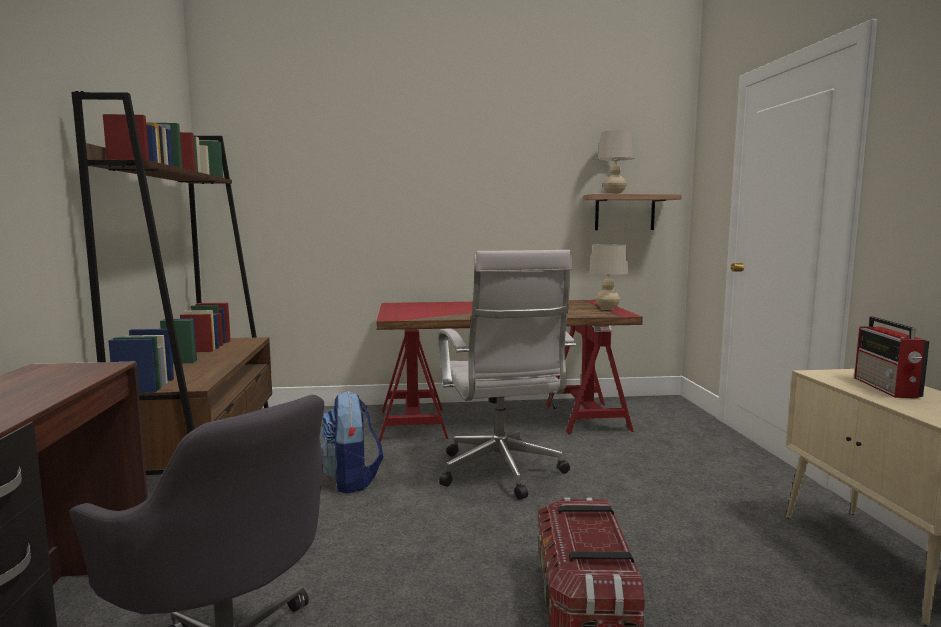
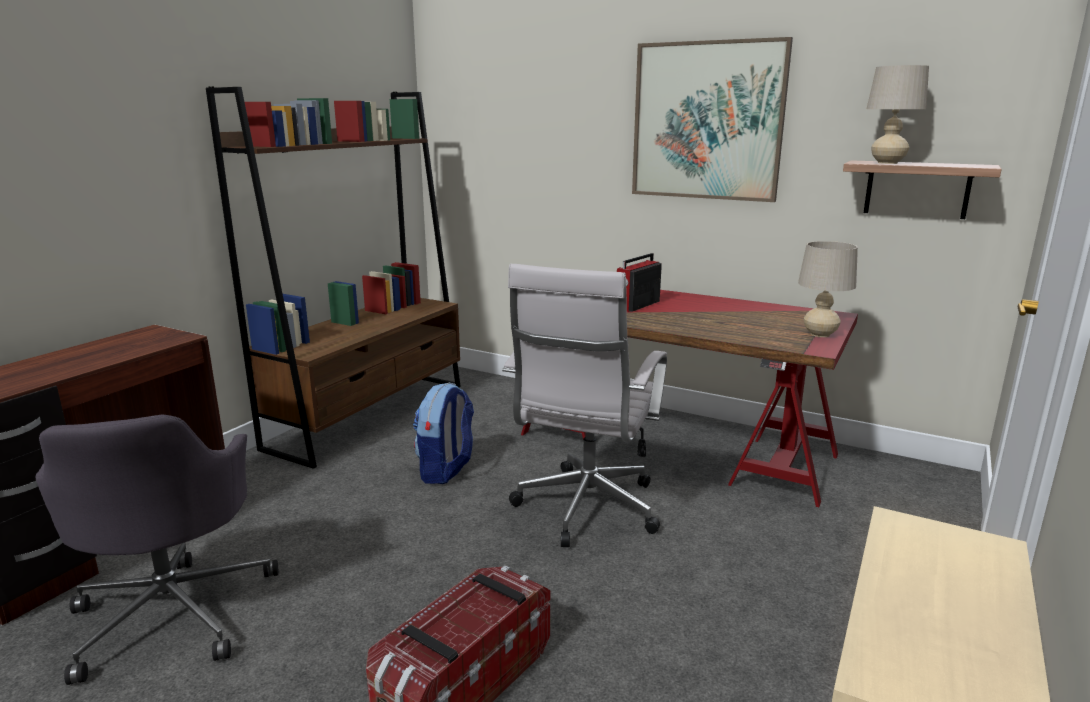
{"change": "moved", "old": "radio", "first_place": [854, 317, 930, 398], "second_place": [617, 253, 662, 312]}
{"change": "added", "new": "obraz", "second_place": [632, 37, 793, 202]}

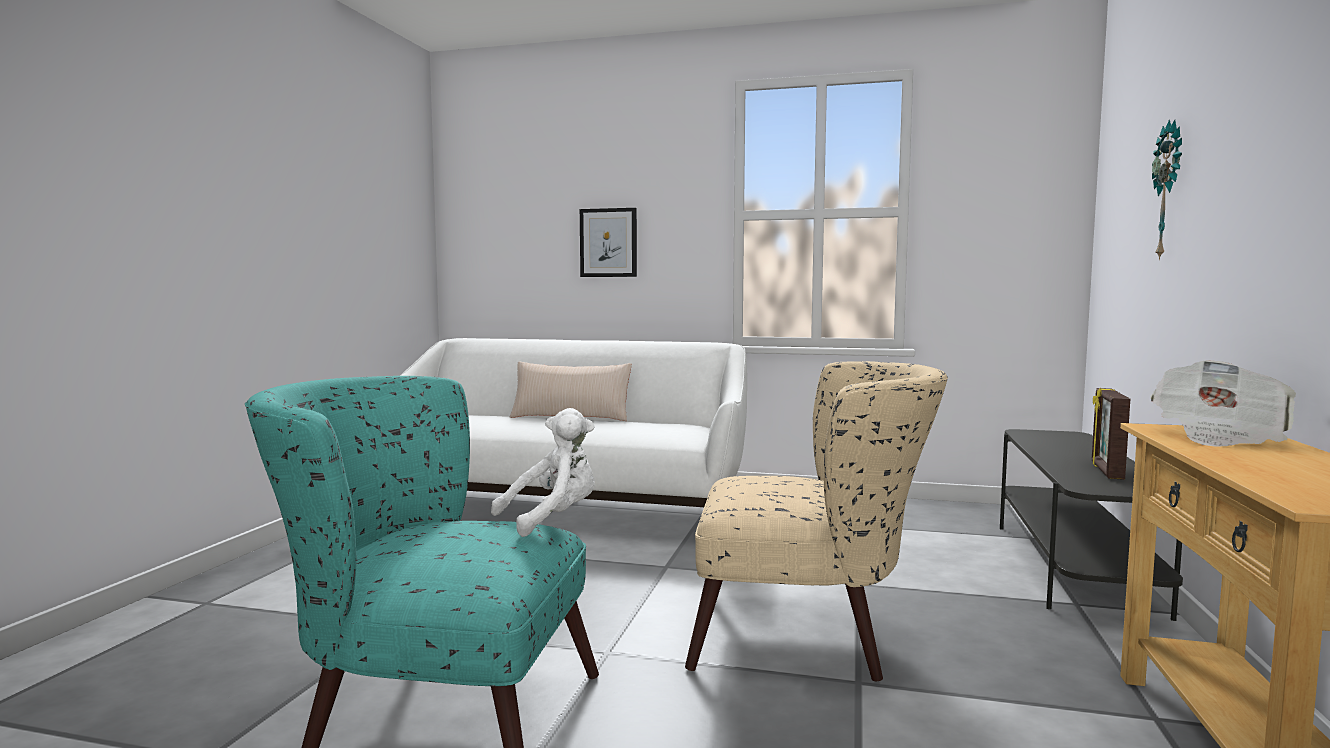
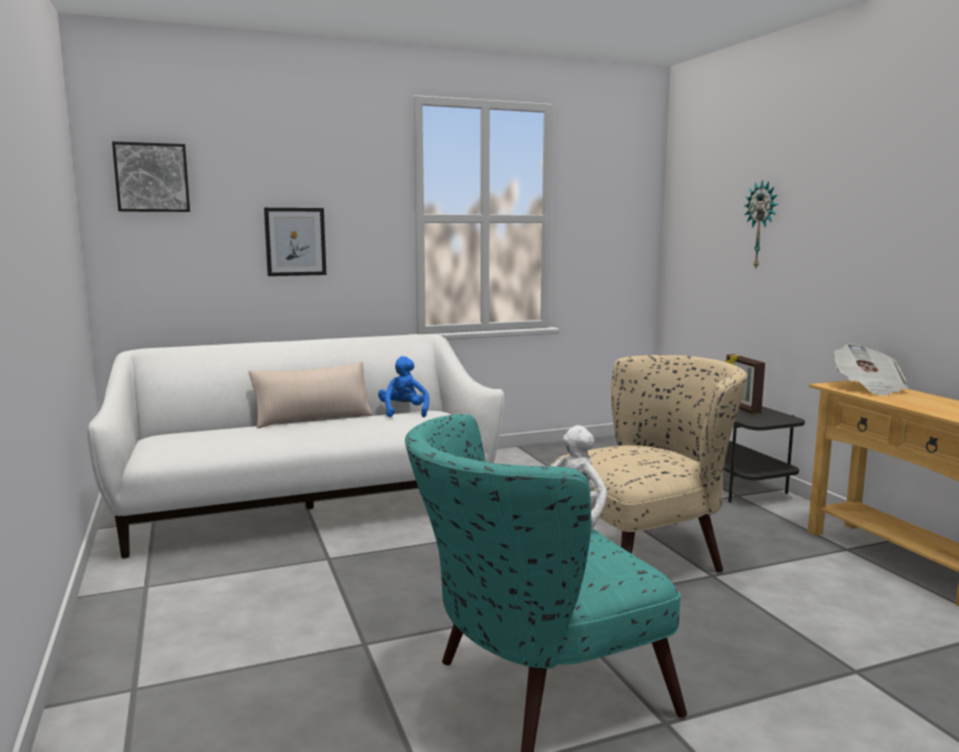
{"change": "added", "new": "obraz", "second_place": [112, 141, 190, 212]}
{"change": "added", "new": "pluszak [niebieski]", "second_place": [378, 356, 429, 417]}

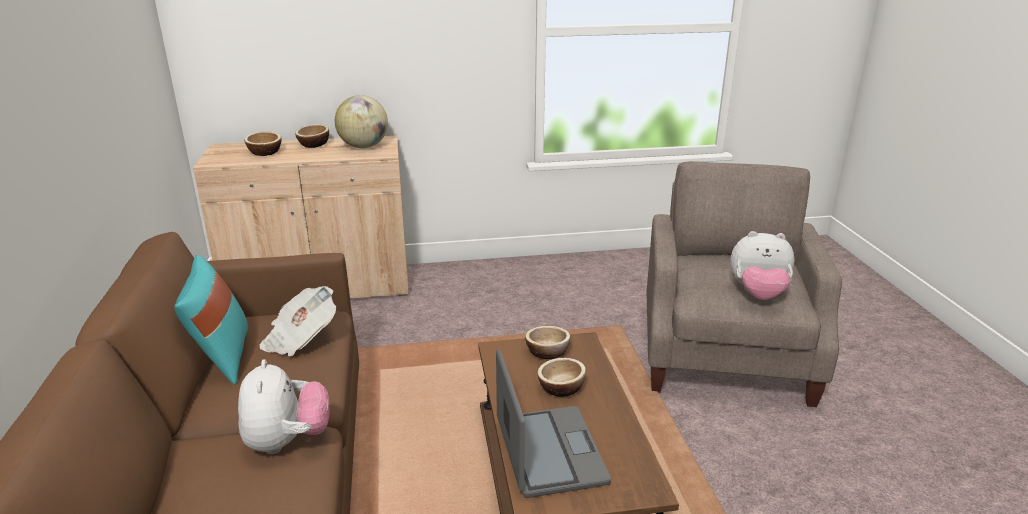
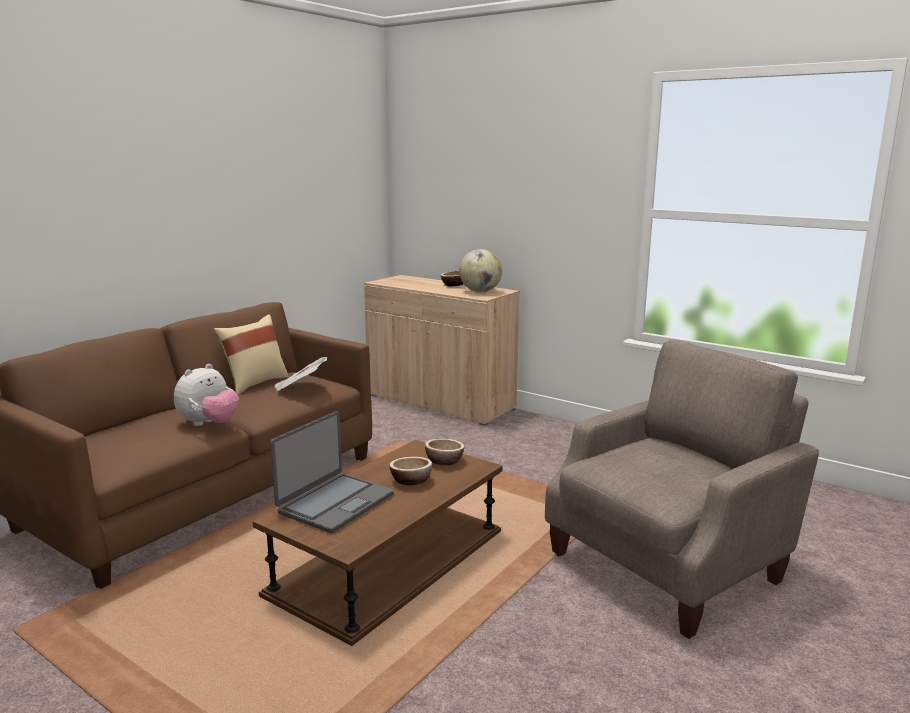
{"change": "recoloured", "old": "poduszka [turkusowy]", "new": "poduszka [beżowy]", "first_place": [174, 255, 248, 385], "second_place": [214, 314, 289, 395]}
{"change": "removed", "old": "miska", "first_place": [244, 131, 281, 156]}
{"change": "removed", "old": "pluszak", "first_place": [730, 231, 795, 300]}

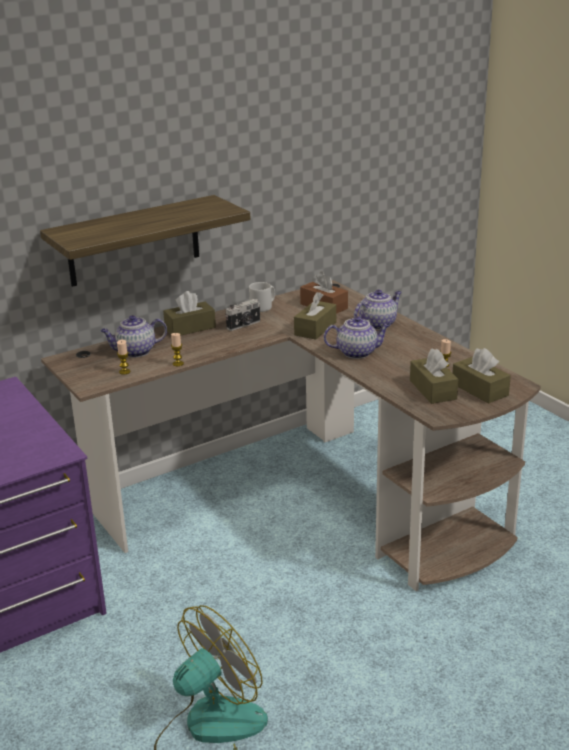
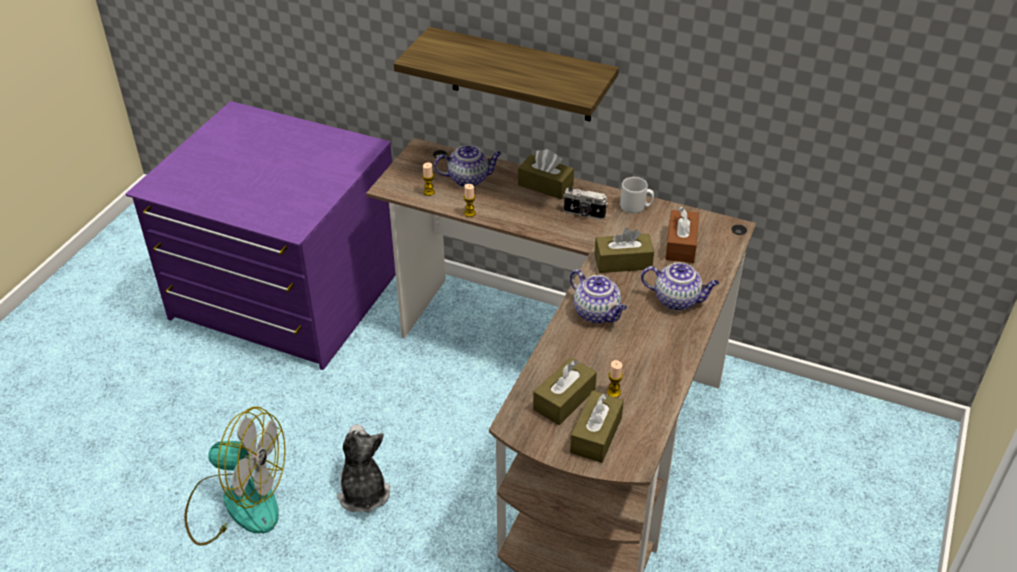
{"change": "added", "new": "pluszak", "second_place": [337, 424, 390, 513]}
{"change": "turned", "old": "imbryk", "first_place": [100, 315, 167, 358], "second_place": [434, 145, 502, 187], "degrees": 135}

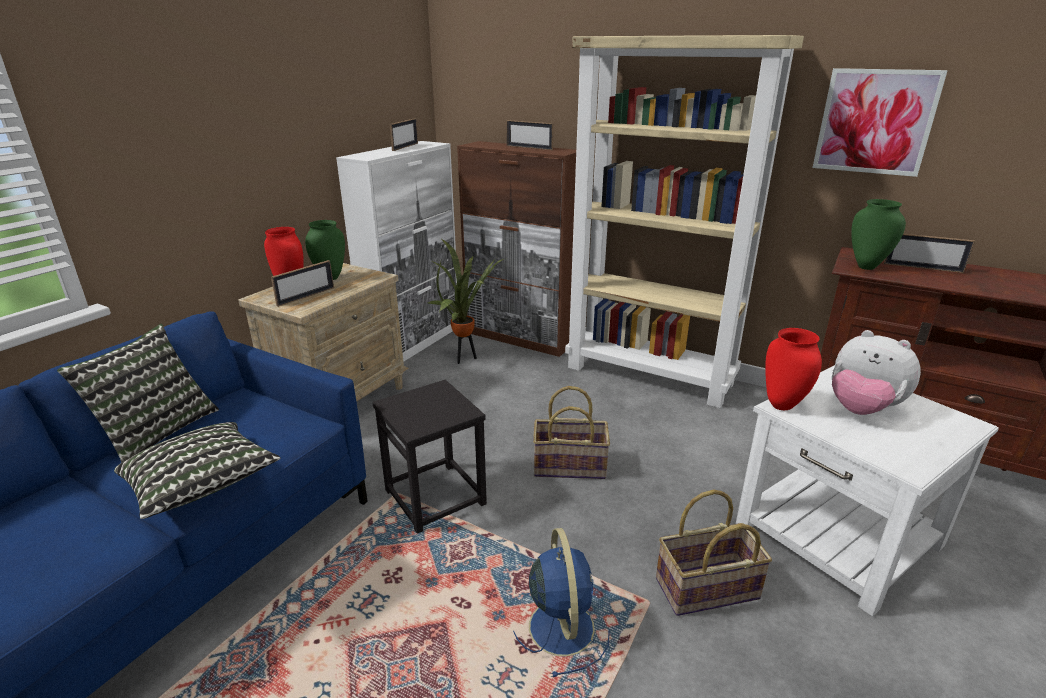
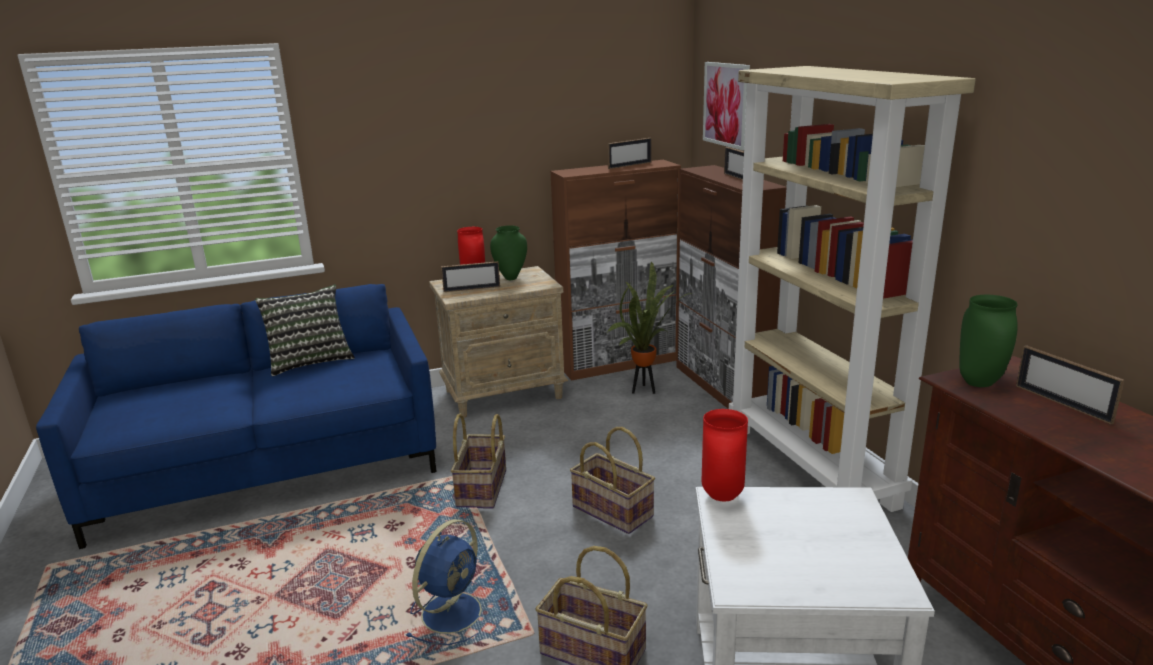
{"change": "replaced", "old": "stołek [czarny]", "new": "koszyk", "first_place": [372, 380, 487, 534], "second_place": [451, 413, 506, 509]}
{"change": "recoloured", "old": "szafka [biały]", "new": "szafka [brązowy]", "first_place": [336, 141, 457, 362], "second_place": [550, 160, 681, 381]}
{"change": "moved", "old": "obraz", "first_place": [812, 68, 948, 177], "second_place": [703, 62, 750, 151]}
{"change": "removed", "old": "poduszka", "first_place": [114, 422, 281, 519]}
{"change": "removed", "old": "pluszak", "first_place": [832, 330, 921, 415]}

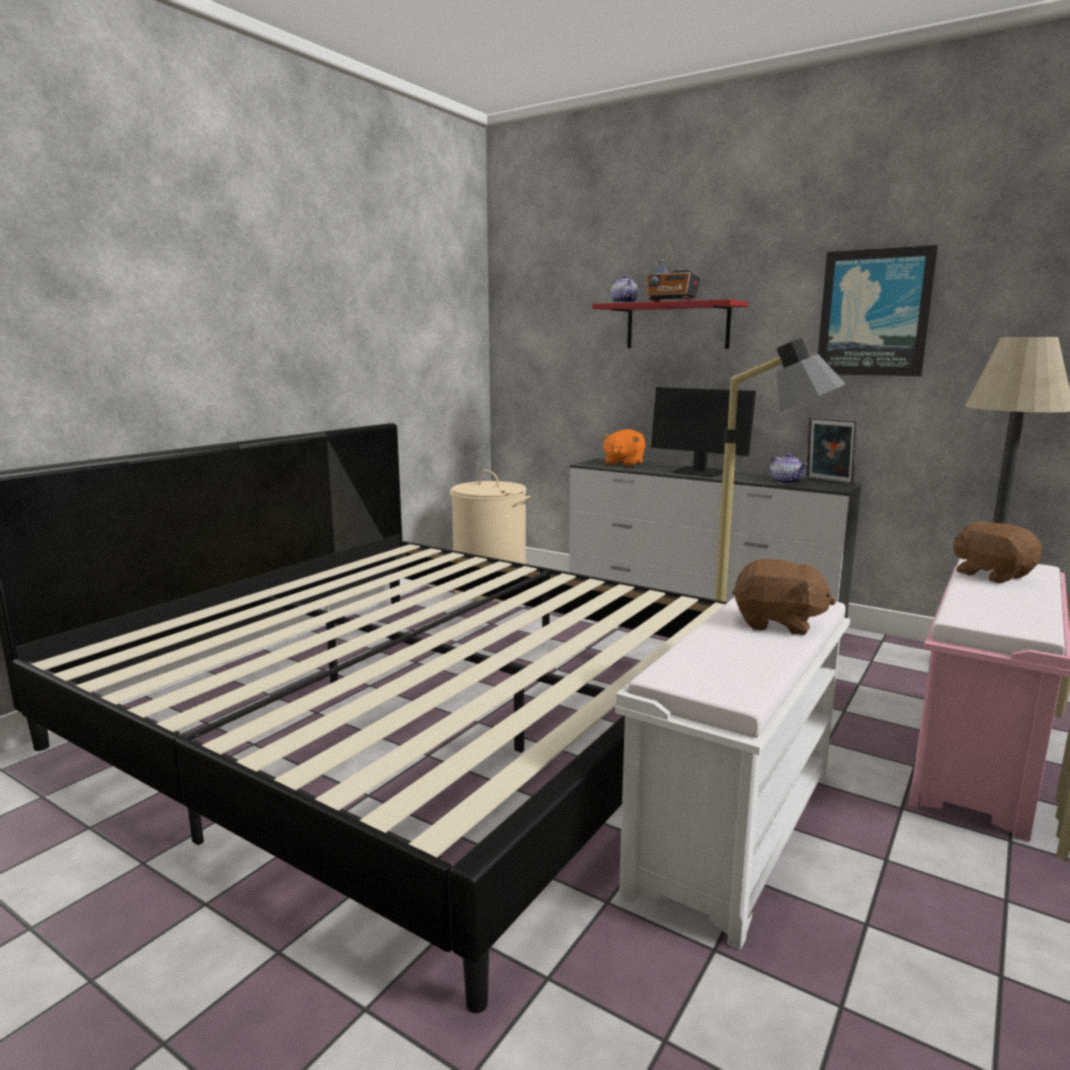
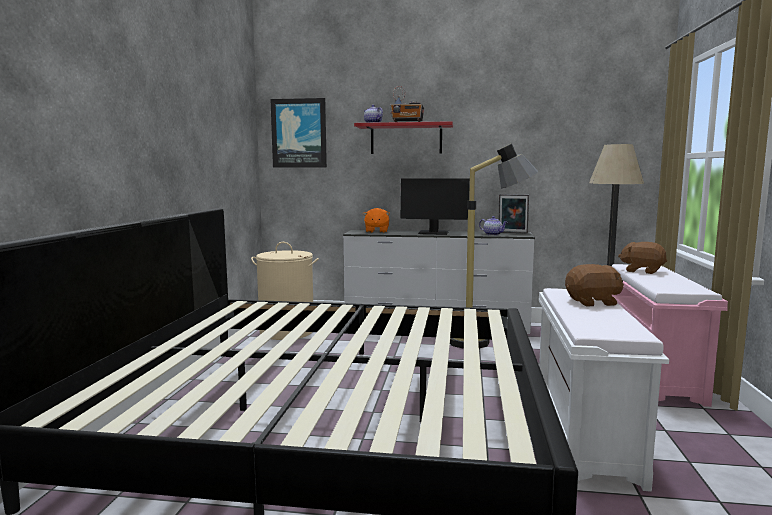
{"change": "moved", "old": "obraz", "first_place": [818, 245, 938, 376], "second_place": [270, 98, 327, 168]}

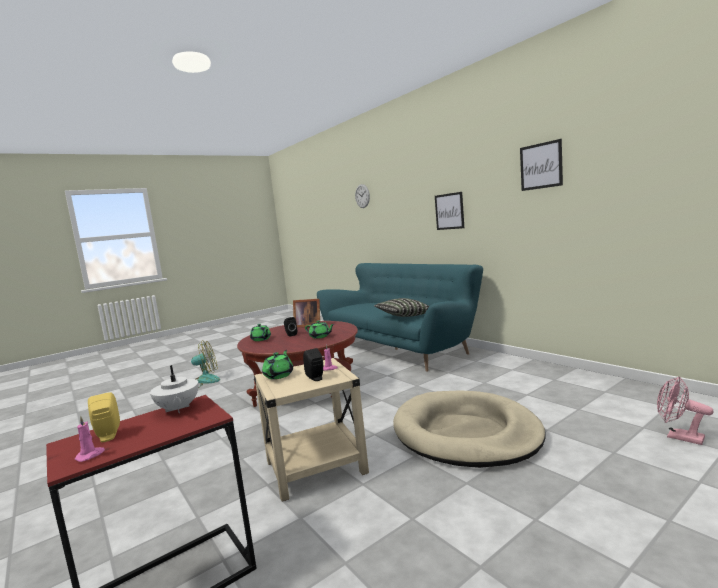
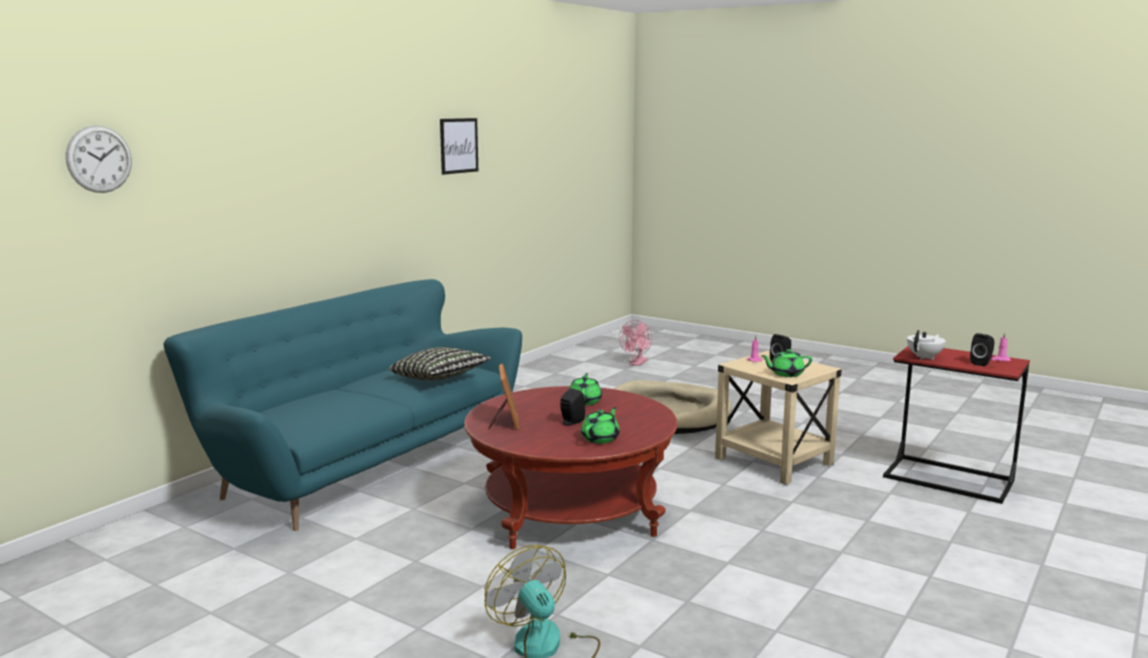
{"change": "recoloured", "old": "głośnik [żółty]", "new": "głośnik [czarny]", "first_place": [88, 392, 120, 442], "second_place": [970, 333, 994, 366]}
{"change": "removed", "old": "obraz", "first_place": [435, 192, 464, 230]}

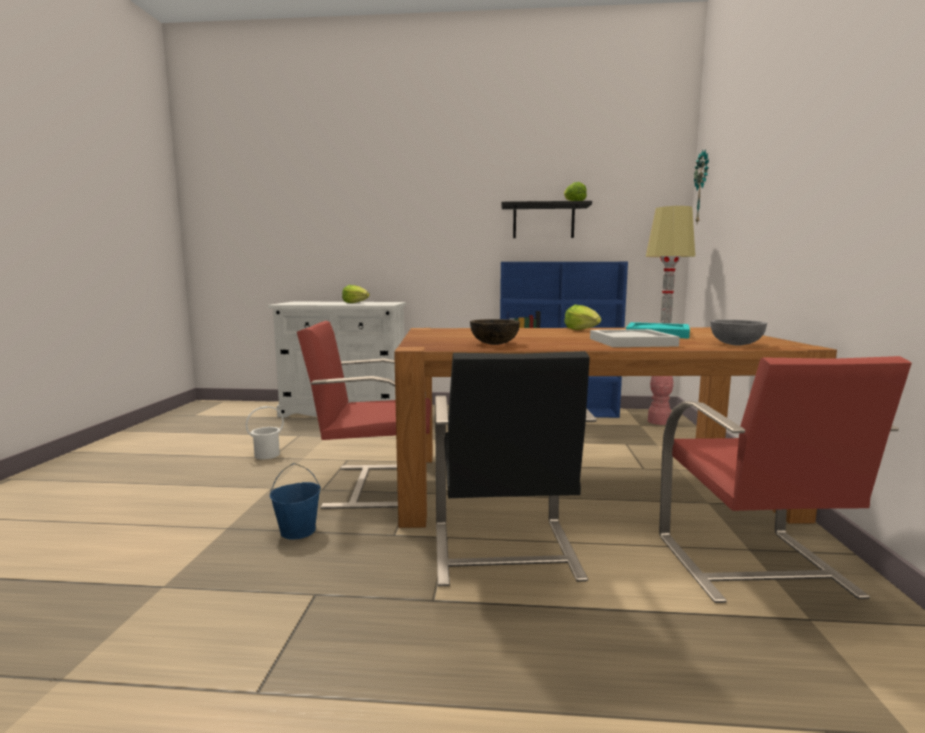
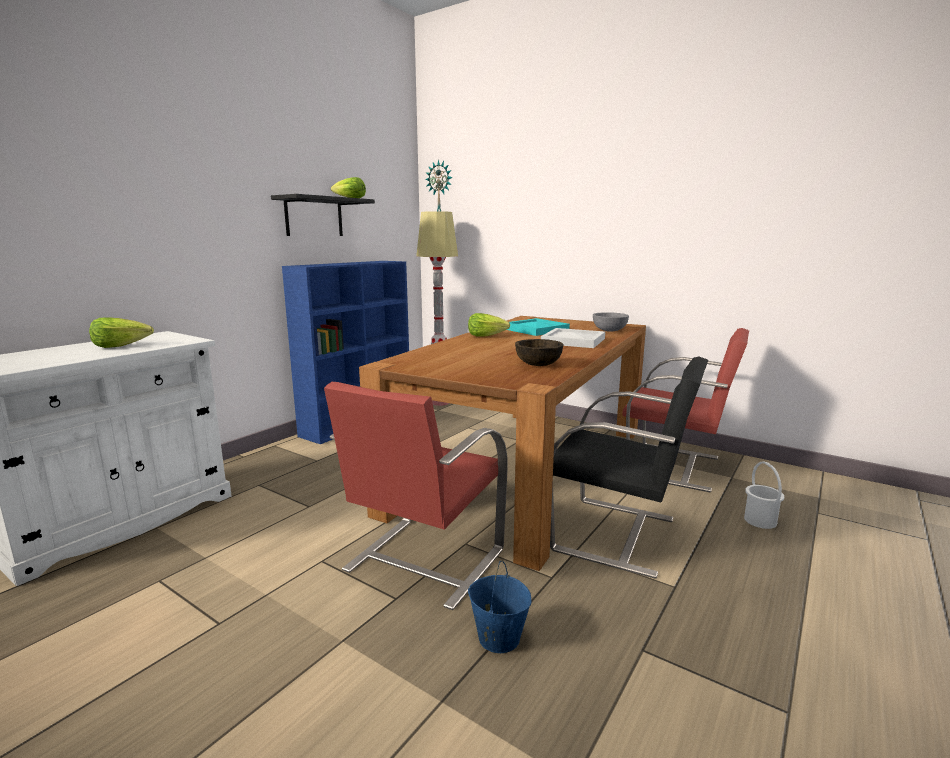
{"change": "moved", "old": "wiadro [biały]", "first_place": [246, 406, 284, 459], "second_place": [744, 461, 784, 529]}

